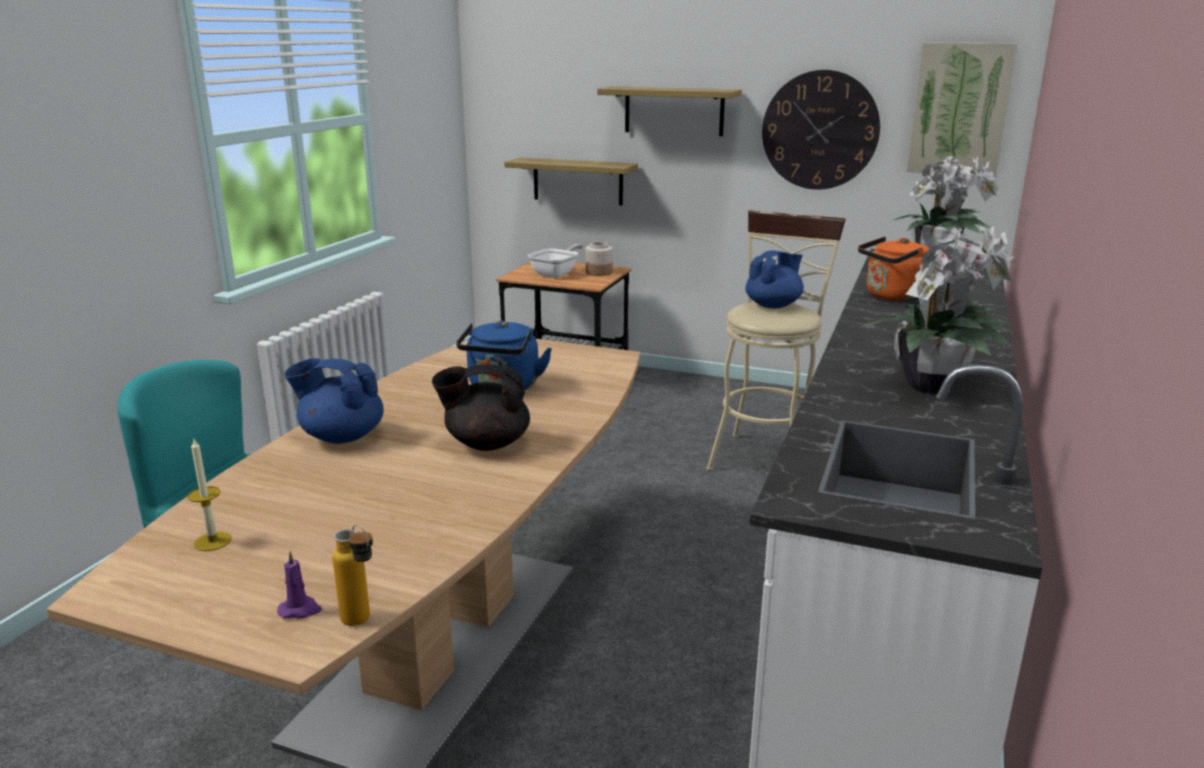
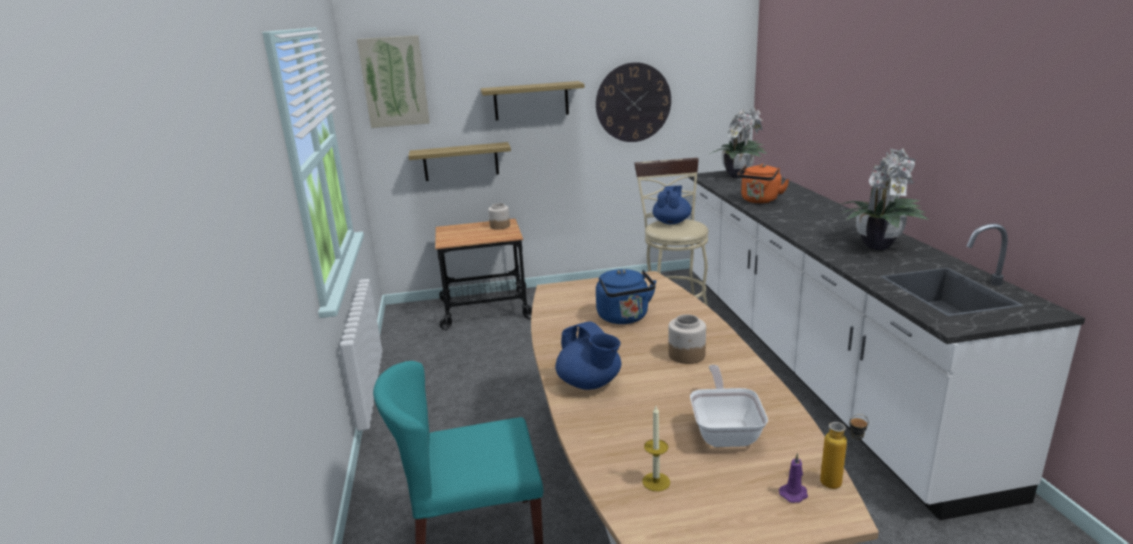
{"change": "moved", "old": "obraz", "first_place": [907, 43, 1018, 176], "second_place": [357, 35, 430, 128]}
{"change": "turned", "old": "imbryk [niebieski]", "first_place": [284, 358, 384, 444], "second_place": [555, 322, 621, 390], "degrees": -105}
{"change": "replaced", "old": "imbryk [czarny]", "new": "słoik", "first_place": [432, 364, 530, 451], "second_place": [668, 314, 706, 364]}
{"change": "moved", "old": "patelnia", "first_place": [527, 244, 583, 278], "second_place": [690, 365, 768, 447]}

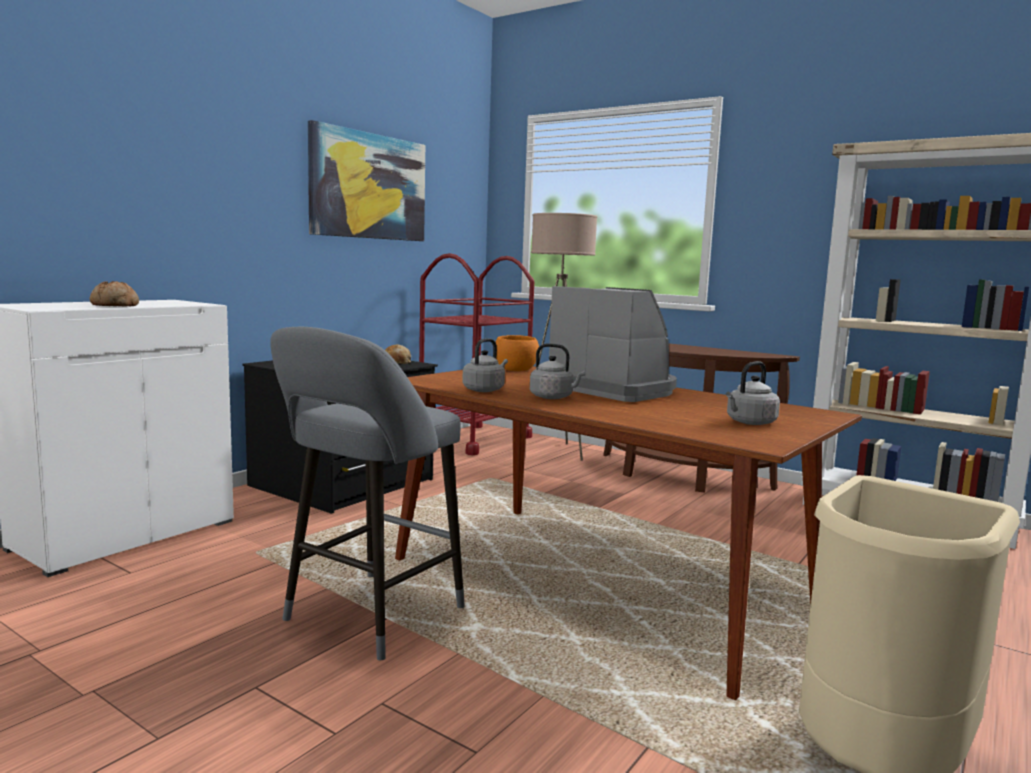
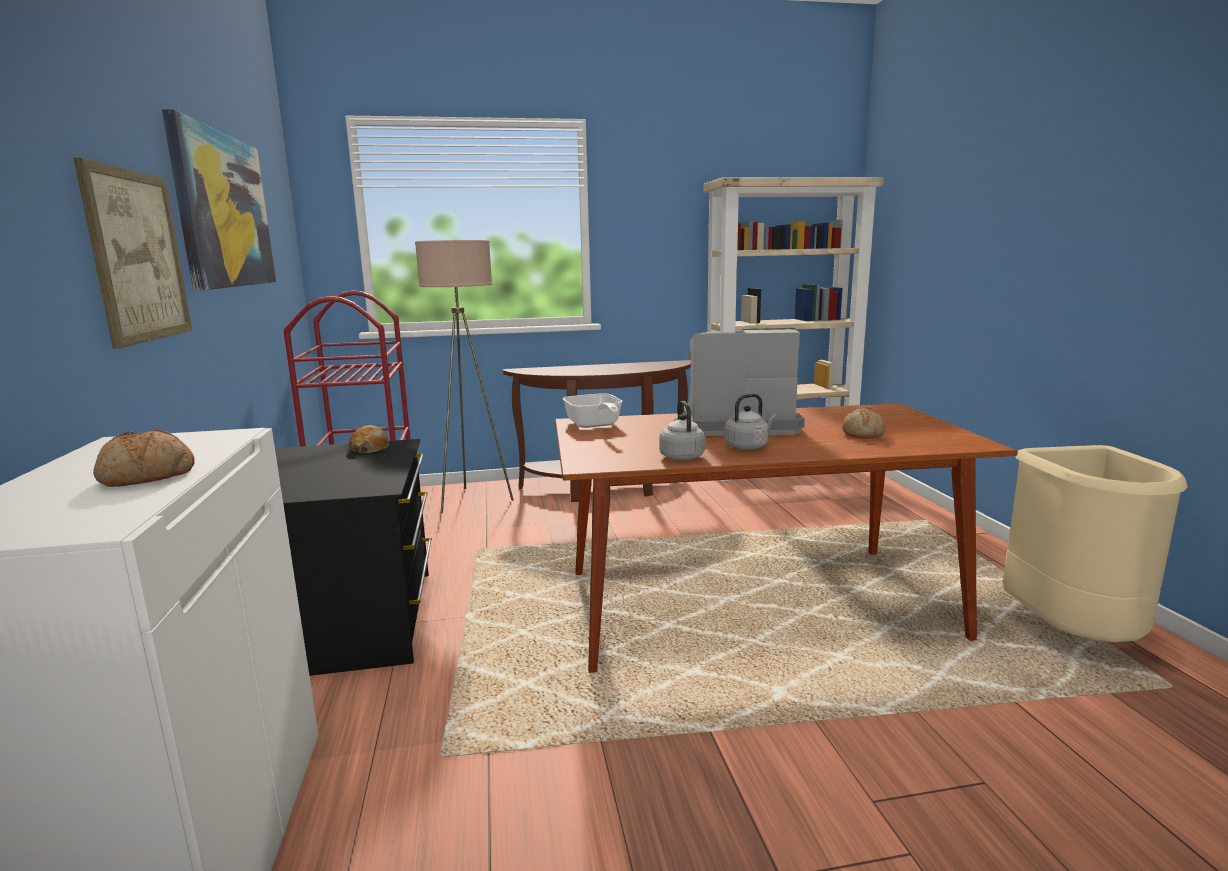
{"change": "added", "new": "obraz", "second_place": [74, 158, 192, 349]}
{"change": "replaced", "old": "miska [pomarańczowy]", "new": "patelnia", "first_place": [496, 335, 539, 371], "second_place": [563, 393, 623, 428]}
{"change": "added", "new": "chleb", "second_place": [842, 407, 885, 439]}
{"change": "removed", "old": "stołek [szary]", "first_place": [270, 327, 465, 660]}
{"change": "removed", "old": "czajnik [szary]", "first_place": [726, 361, 780, 425]}

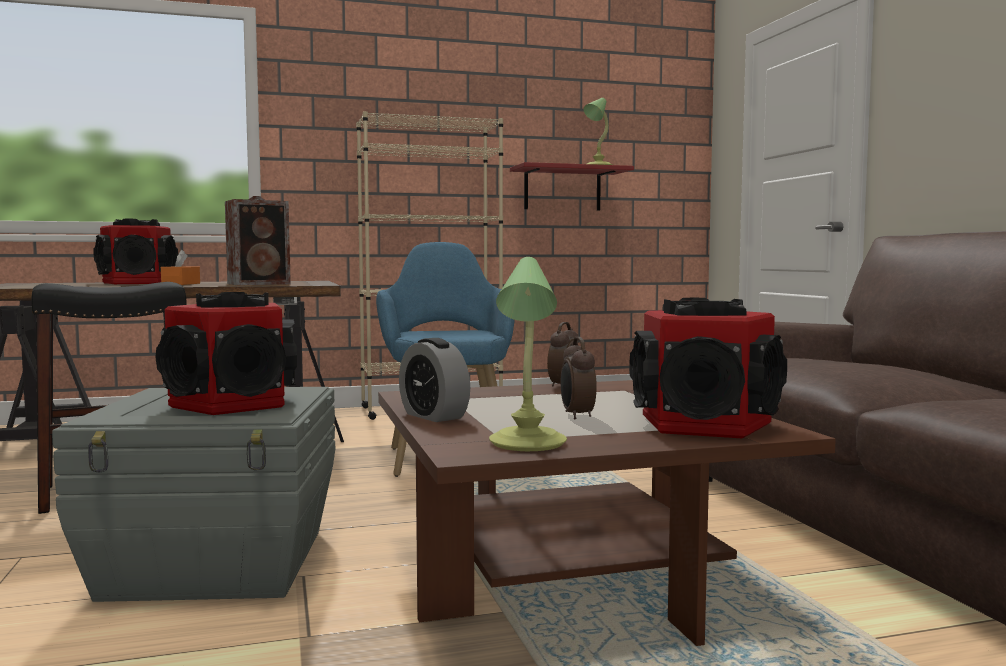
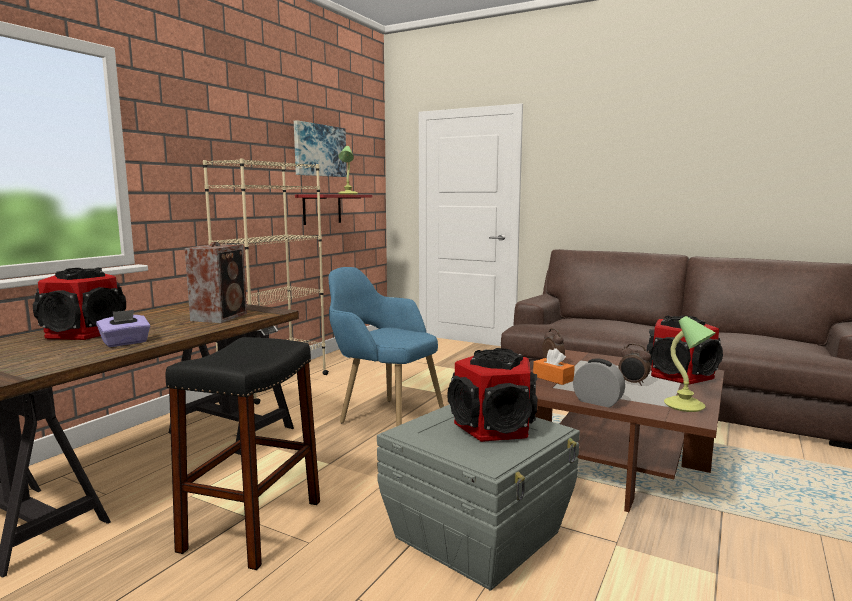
{"change": "added", "new": "pudełko chusteczek [fioletowy]", "second_place": [96, 310, 150, 347]}
{"change": "added", "new": "obraz", "second_place": [294, 120, 347, 177]}
{"change": "moved", "old": "pudełko chusteczek [pomarańczowy]", "first_place": [161, 250, 200, 285], "second_place": [533, 348, 575, 385]}
{"change": "turned", "old": "budzik", "first_place": [399, 338, 470, 422], "second_place": [573, 358, 625, 408], "degrees": -150}

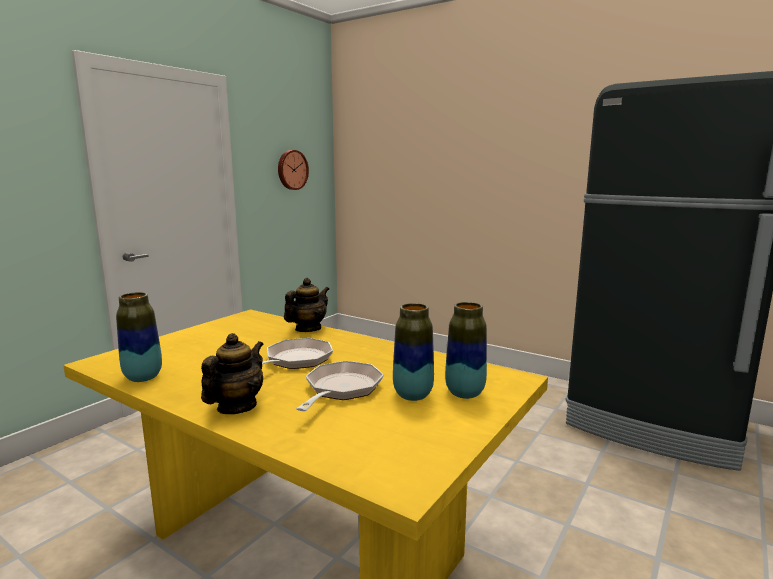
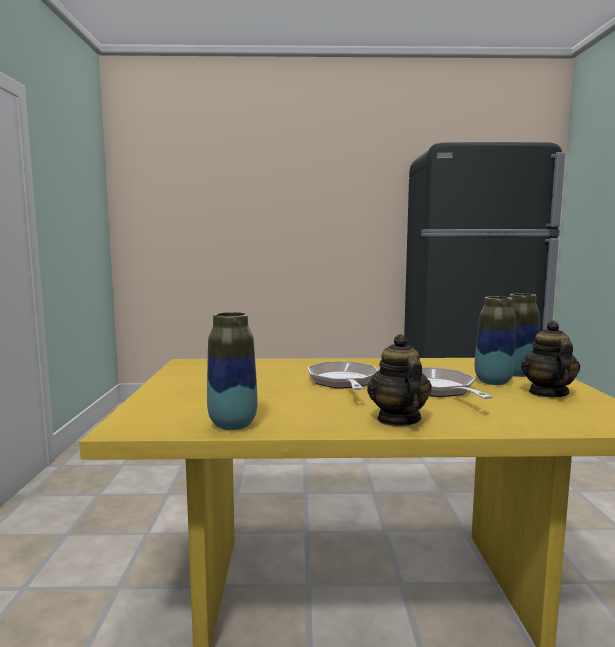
{"change": "moved", "old": "imbryk", "first_place": [284, 278, 329, 332], "second_place": [521, 320, 580, 398]}
{"change": "removed", "old": "zegar ścienny", "first_place": [278, 150, 309, 190]}

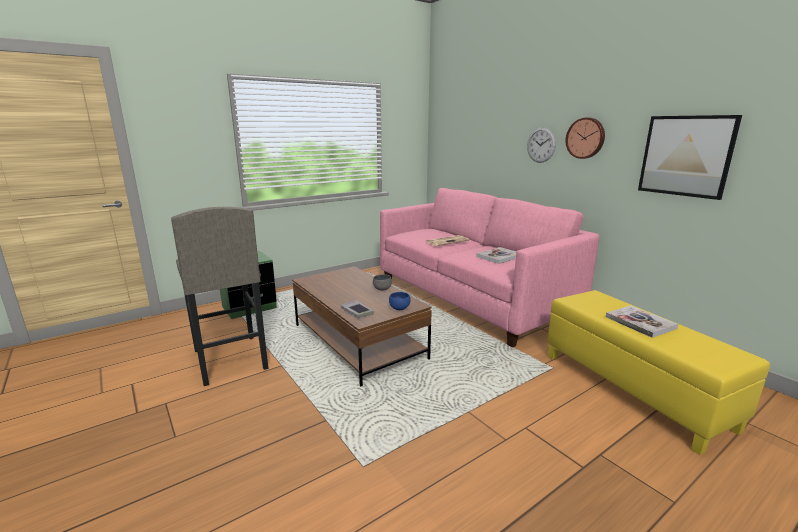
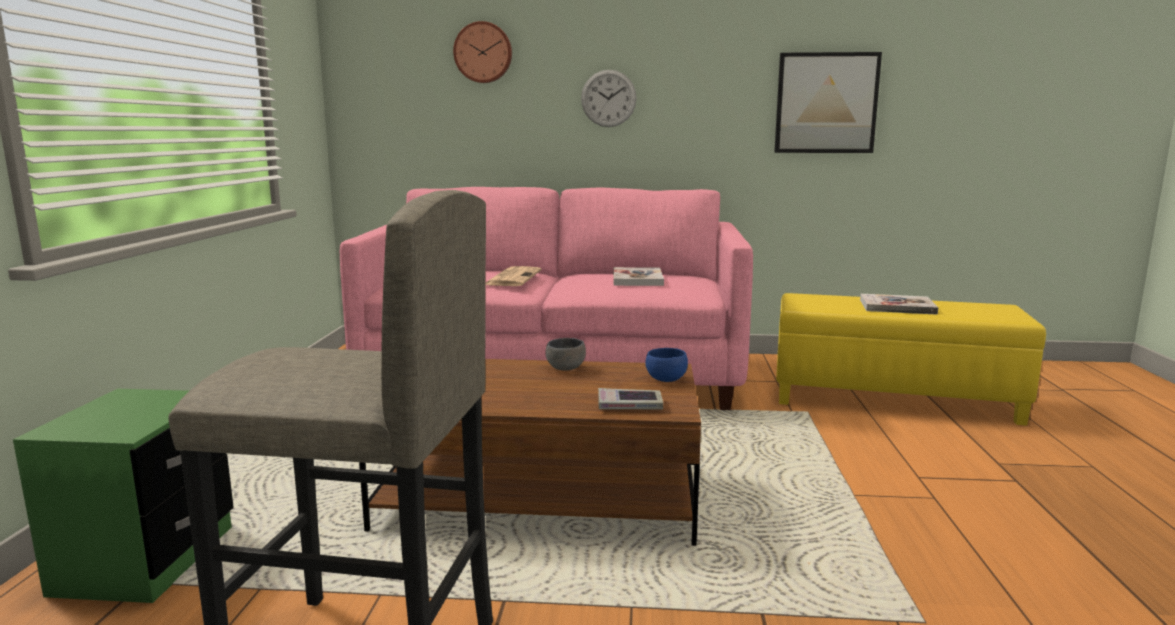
{"change": "moved", "old": "zegar ścienny", "first_place": [566, 118, 605, 159], "second_place": [453, 21, 512, 83]}

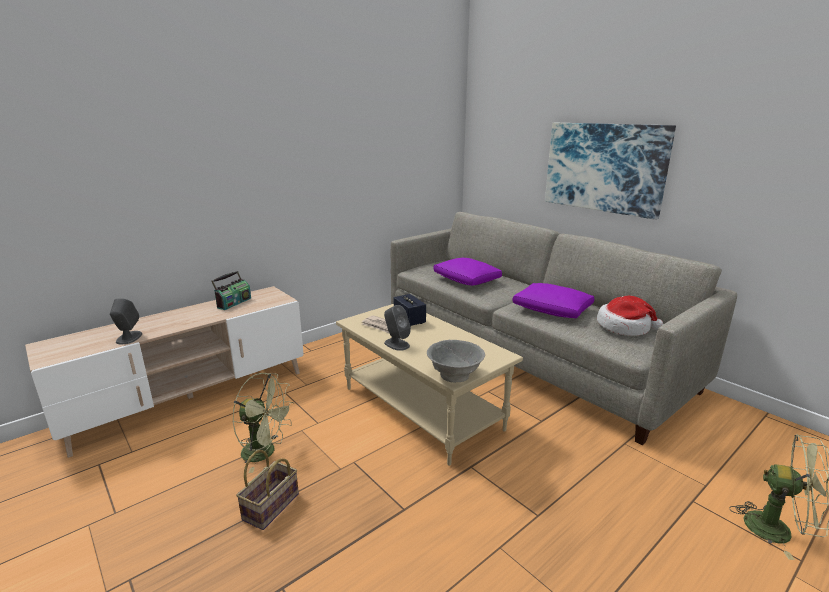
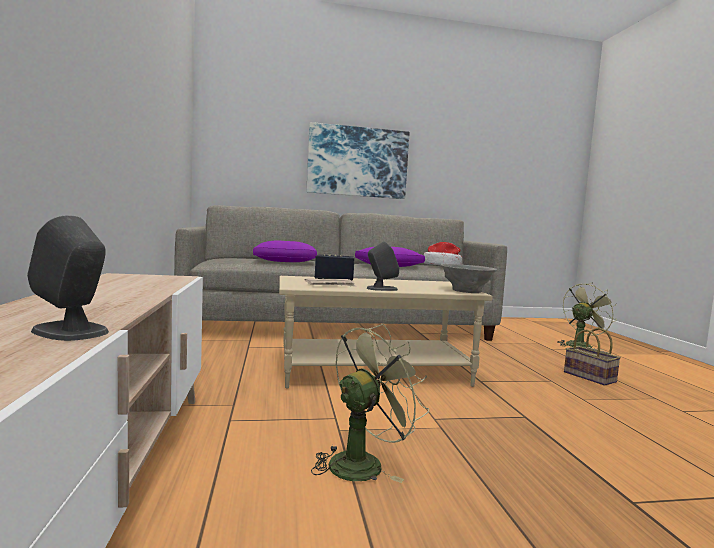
{"change": "moved", "old": "koszyk", "first_place": [236, 450, 299, 530], "second_place": [564, 328, 621, 386]}
{"change": "removed", "old": "radio", "first_place": [212, 271, 251, 310]}

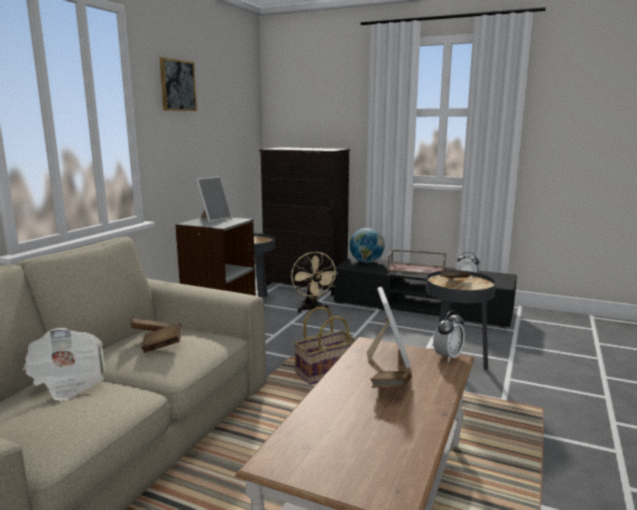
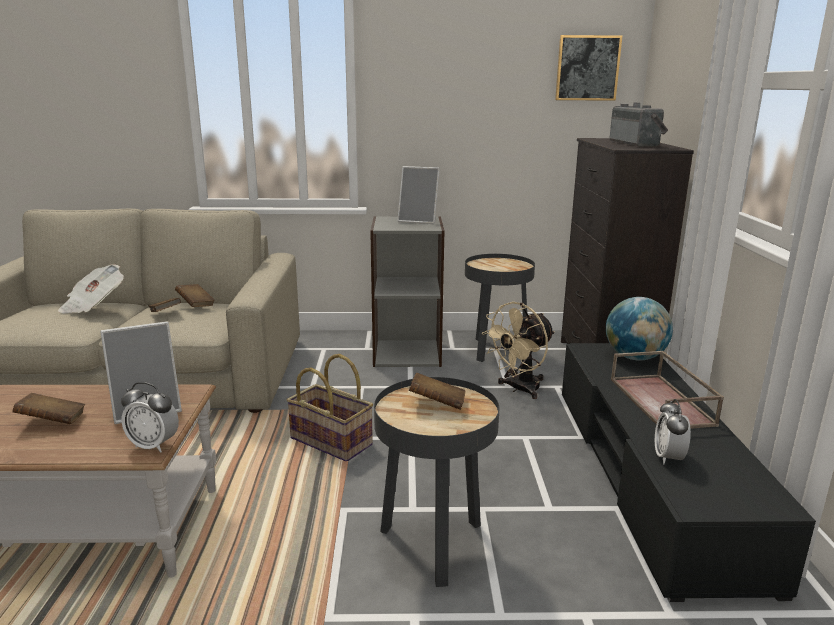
{"change": "moved", "old": "obraz", "first_place": [160, 57, 197, 111], "second_place": [555, 35, 622, 101]}
{"change": "added", "new": "radio", "second_place": [610, 103, 668, 147]}

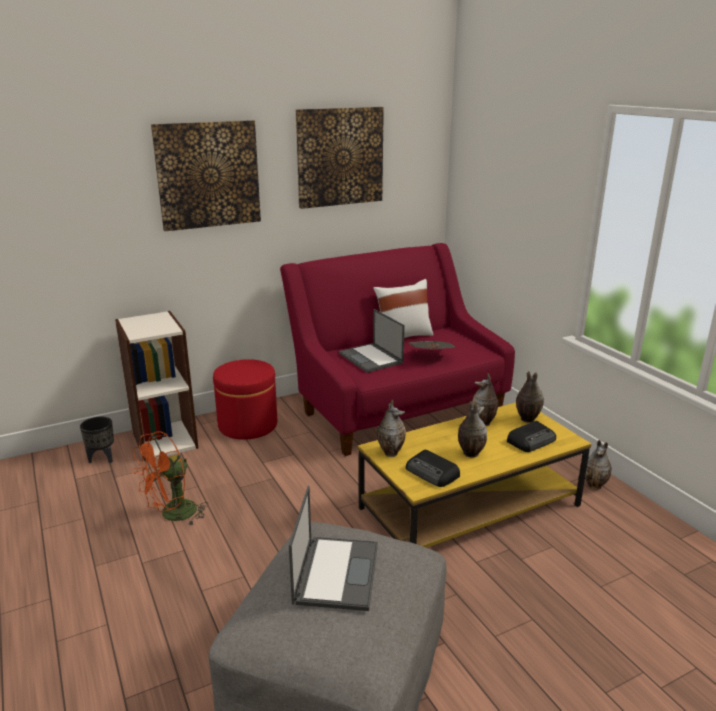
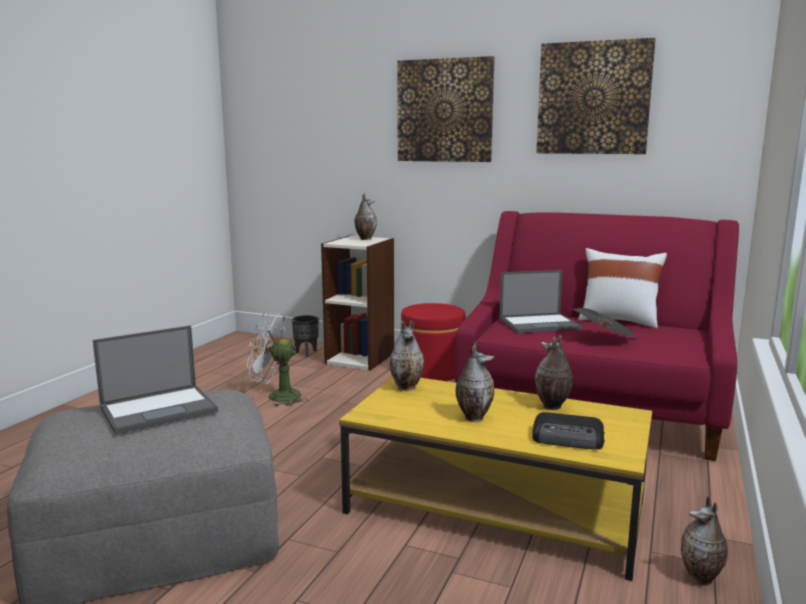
{"change": "recoloured", "old": "wentylator [pomarańczowy]", "new": "wentylator [biały]", "first_place": [132, 431, 208, 526], "second_place": [247, 312, 308, 407]}
{"change": "moved", "old": "wazon", "first_place": [516, 371, 544, 423], "second_place": [354, 193, 377, 240]}
{"change": "turned", "old": "laptop", "first_place": [339, 309, 405, 373], "second_place": [499, 270, 582, 333], "degrees": -120}
{"change": "removed", "old": "radio", "first_place": [406, 450, 460, 487]}

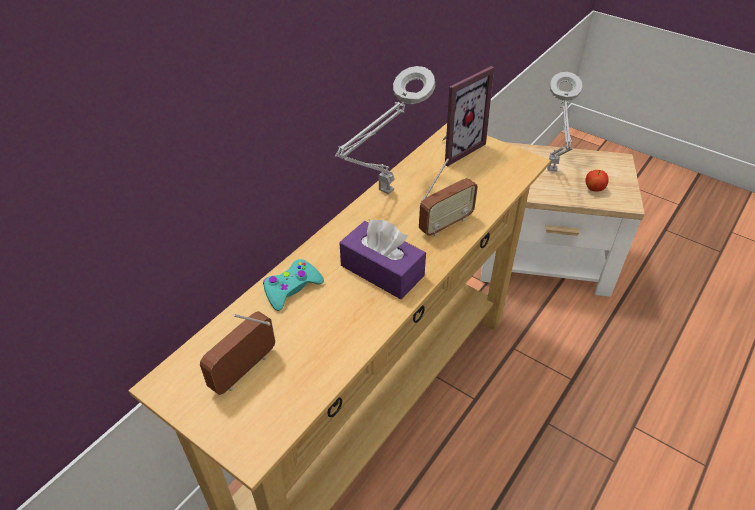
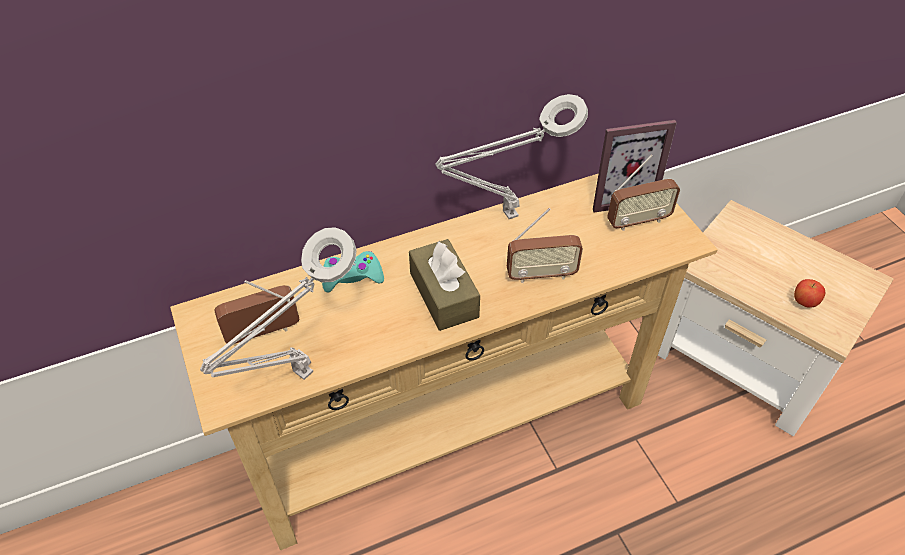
{"change": "moved", "old": "lampa stołowa [szary]", "first_place": [547, 72, 583, 171], "second_place": [200, 227, 357, 380]}
{"change": "recoloured", "old": "pudełko chusteczek [fioletowy]", "new": "pudełko chusteczek [brązowy]", "first_place": [339, 220, 426, 299], "second_place": [409, 239, 480, 331]}
{"change": "added", "new": "radio", "second_place": [607, 155, 680, 231]}

